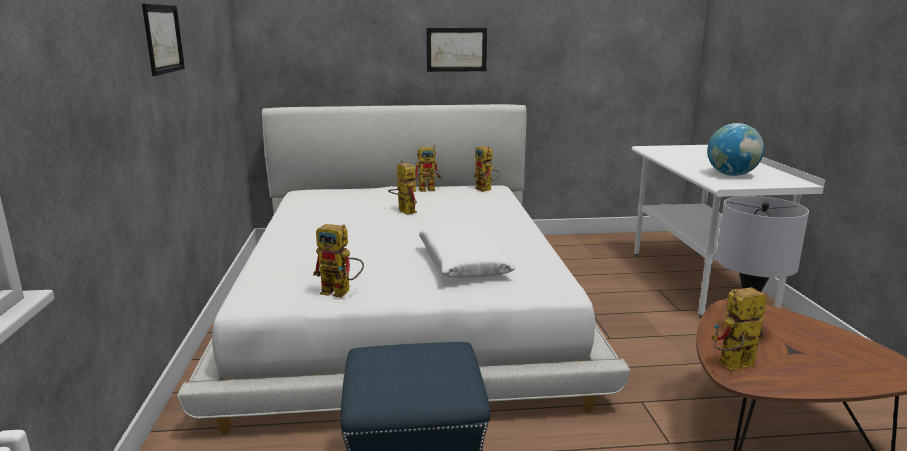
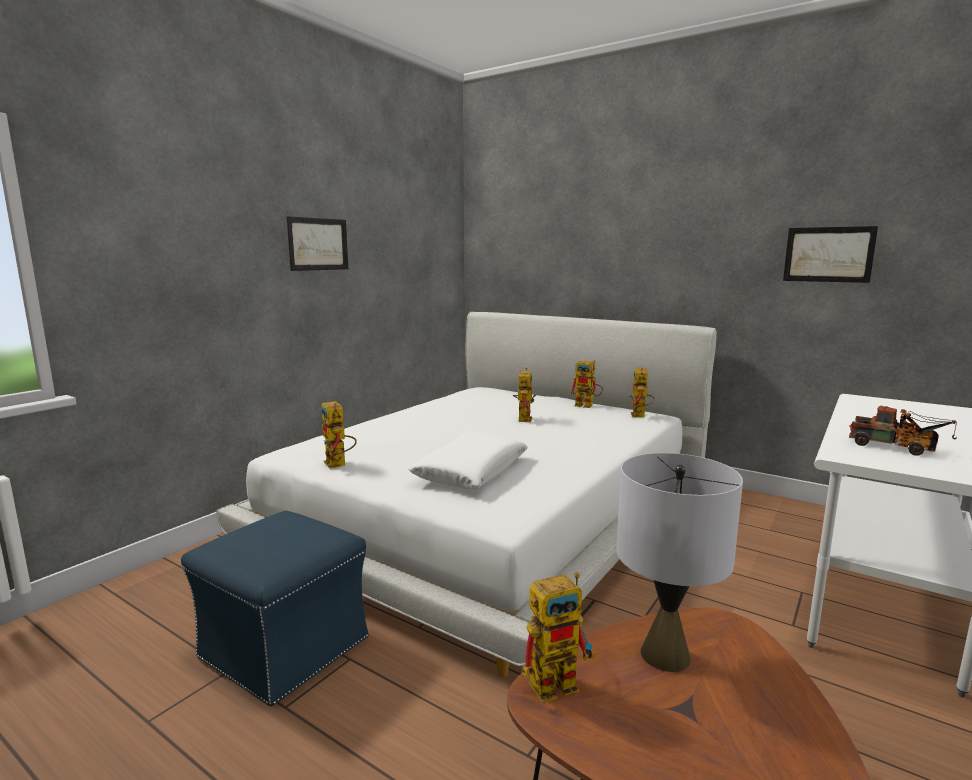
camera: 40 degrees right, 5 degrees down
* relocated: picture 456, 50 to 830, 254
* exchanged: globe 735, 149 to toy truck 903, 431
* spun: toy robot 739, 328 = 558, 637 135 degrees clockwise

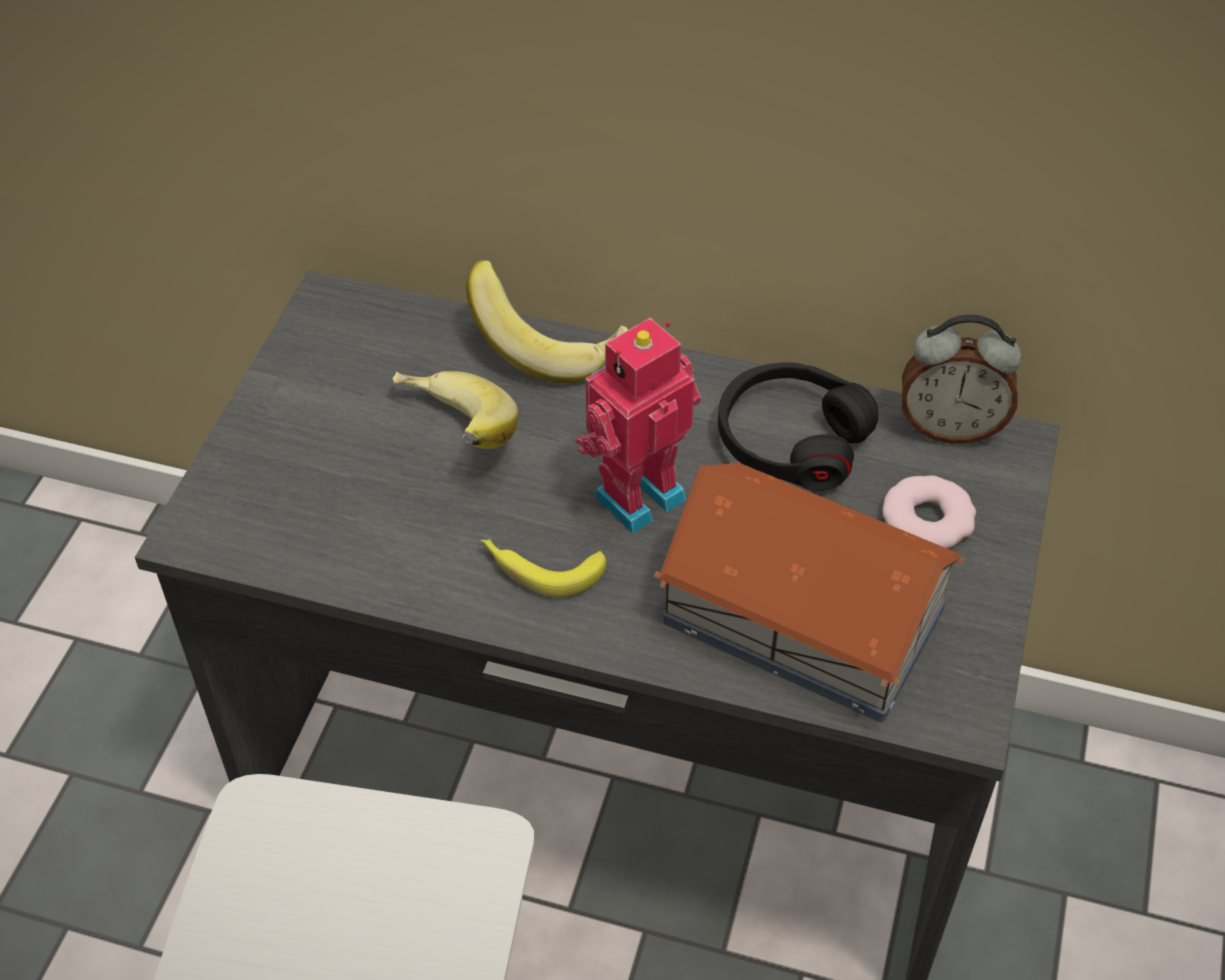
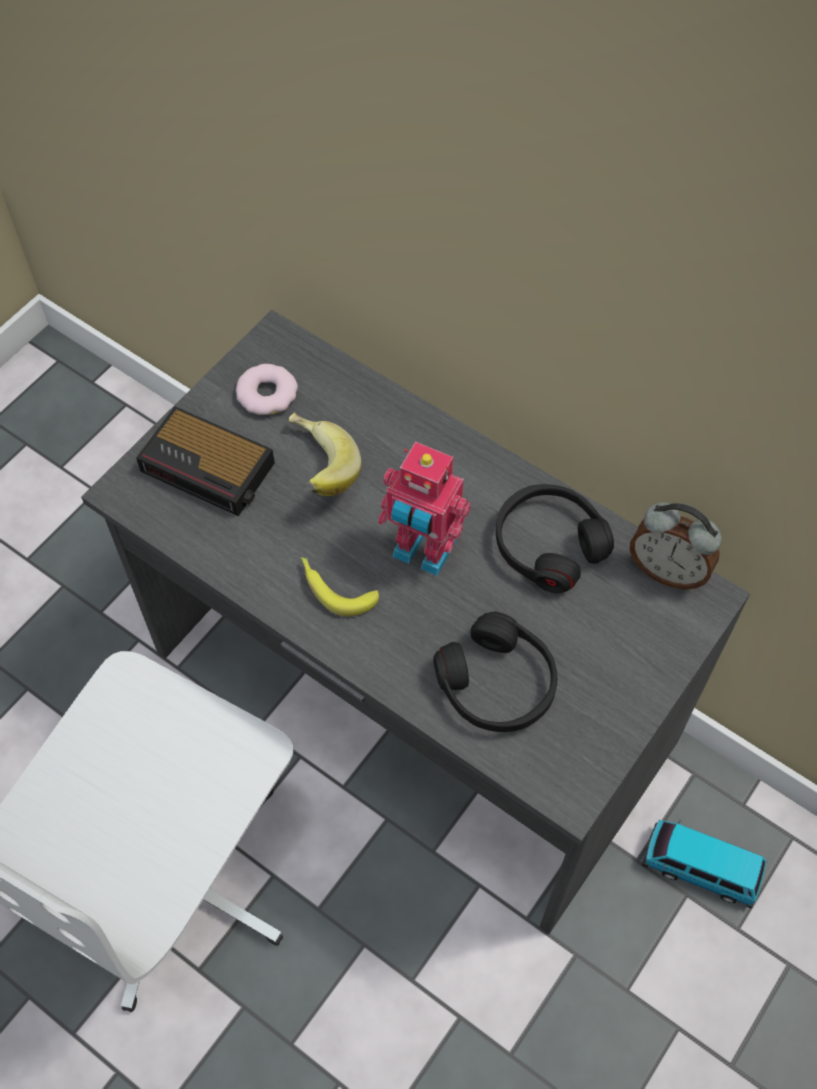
camera: 20 degrees right, 10 degrees up
* missing: banana 547, 321
* appeared: alarm clock 205, 461
* appeared: toy car 704, 864
* relocated: donut 929, 512 to 267, 389
* exchanged: toy house 809, 593 to headphones in black 495, 672
* spun: toy robot 638, 425 = 424, 509 135 degrees counterclockwise

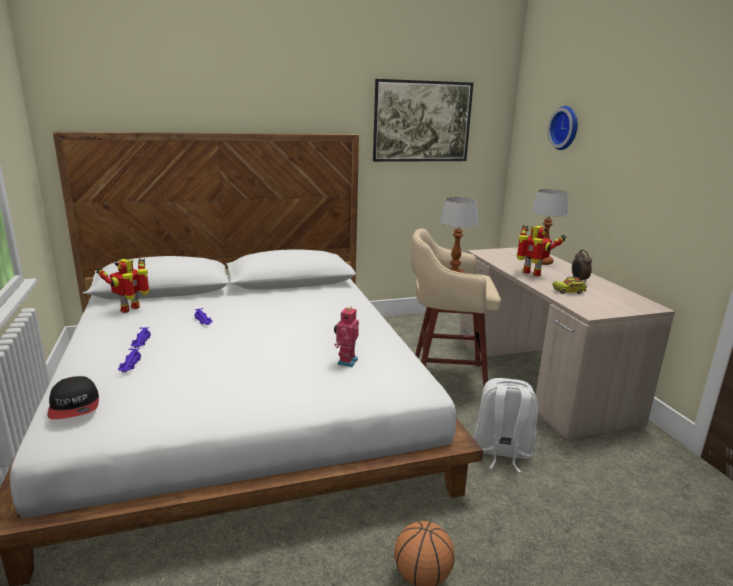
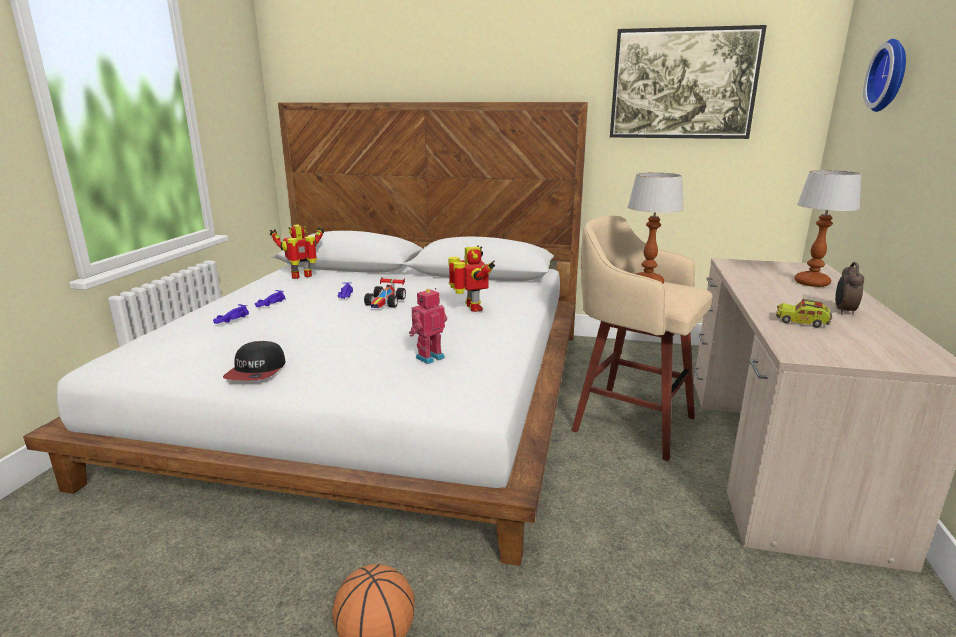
camera: 30 degrees right, 0 degrees up
* missing: backpack in white 505, 425
* appeared: toy car 385, 292
* relocated: cap 73, 397 to 254, 360
* relocated: toy robot 541, 250 to 471, 278

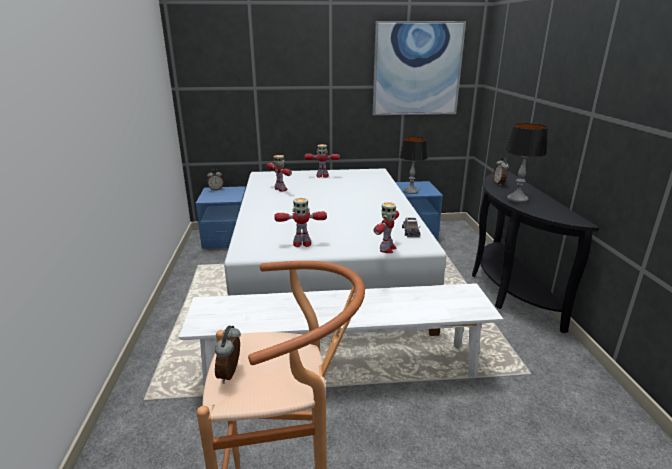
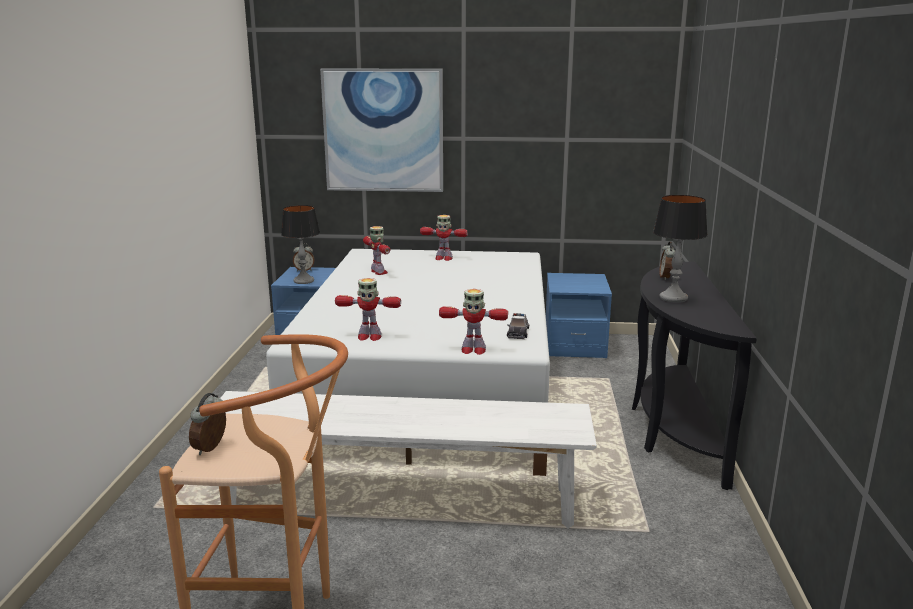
camera: 10 degrees right, 5 degrees down
* relocated: picture 419, 68 to 381, 130
* relocated: table lamp 414, 165 to 300, 244
* spun: toy robot 386, 227 = 473, 322 60 degrees clockwise

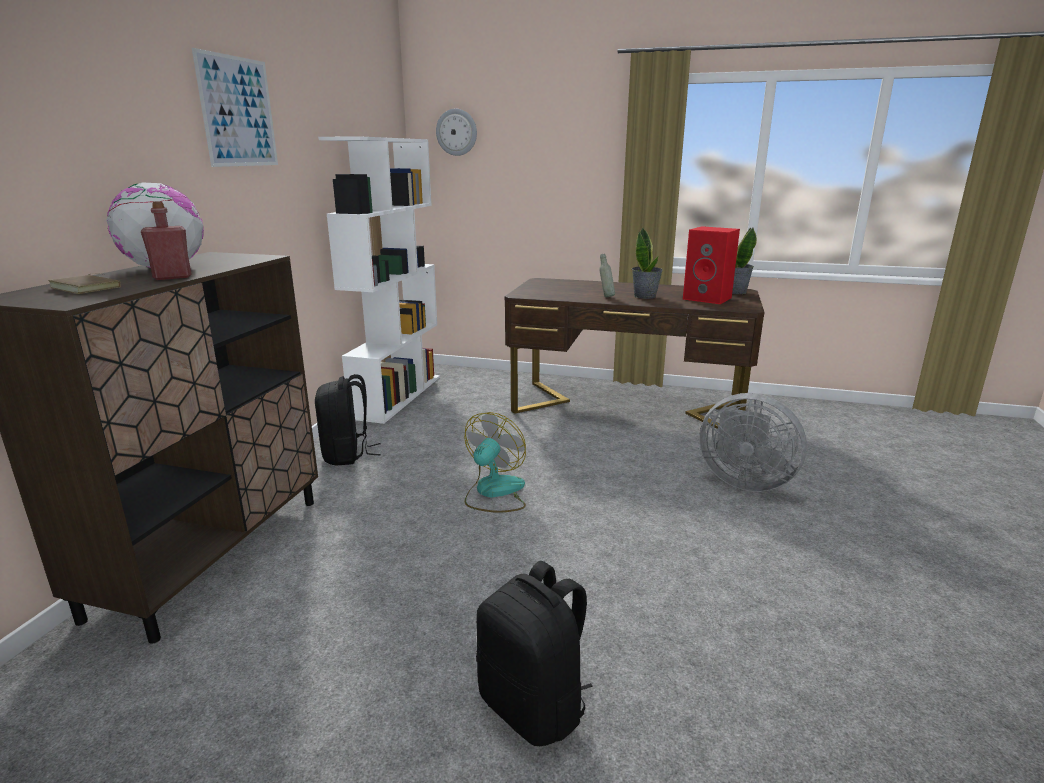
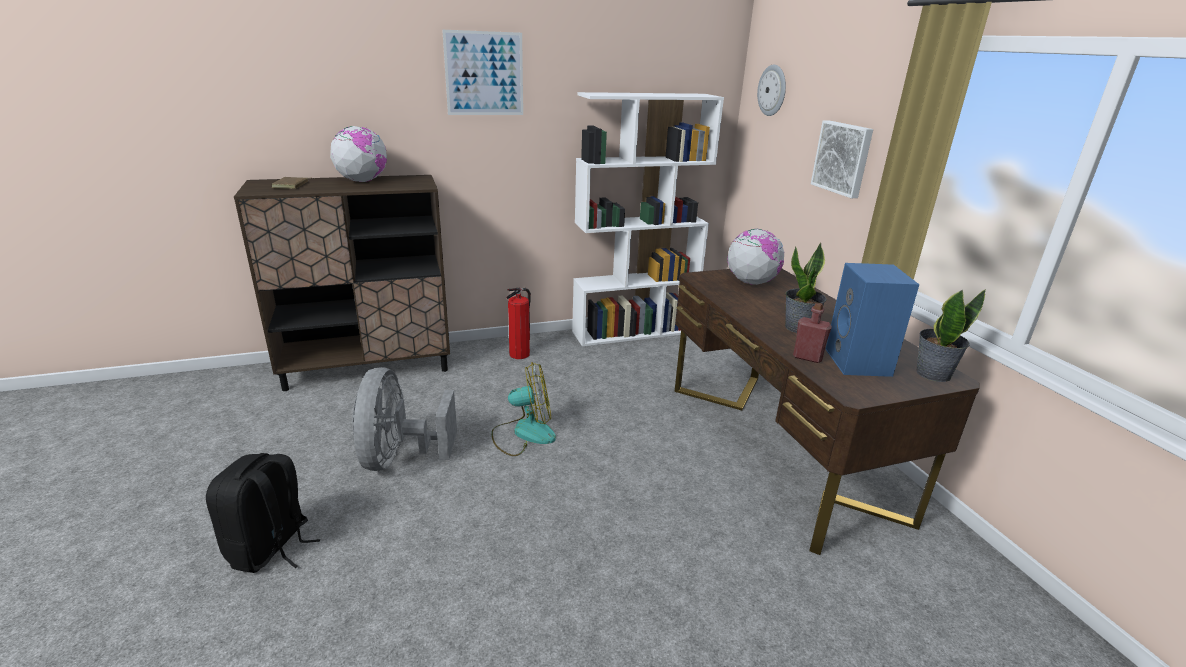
camera: 55 degrees right, 5 degrees up
* missing: bottle in grey 607, 275
* appeared: globe 755, 257
* appeared: picture 842, 159
* relocated: bottle in red 166, 240 to 812, 333
* relocated: fan in grey 753, 442 to 404, 419
* exchanged: backpack in black 348, 419 to fire extinguisher 519, 323
* colour: speaker in red 711, 265 to speaker in blue 872, 320

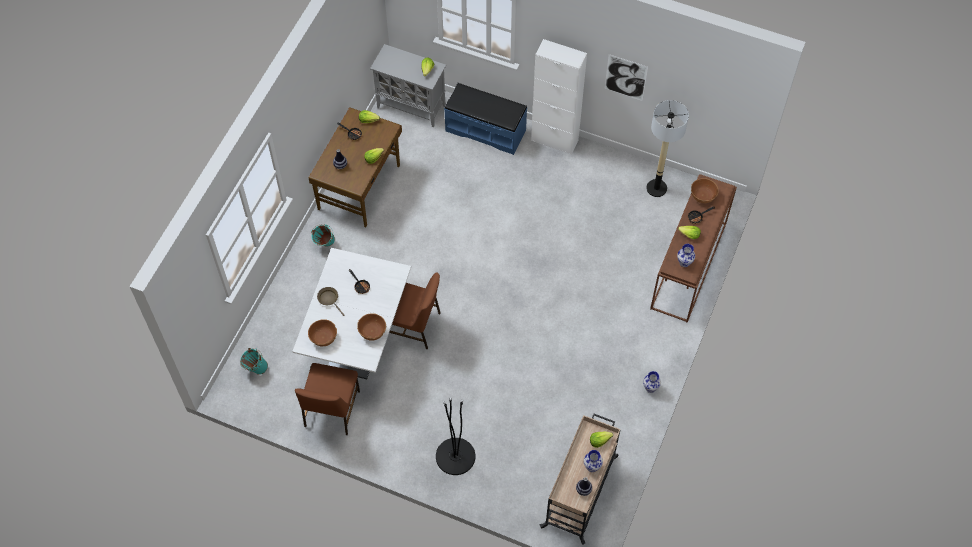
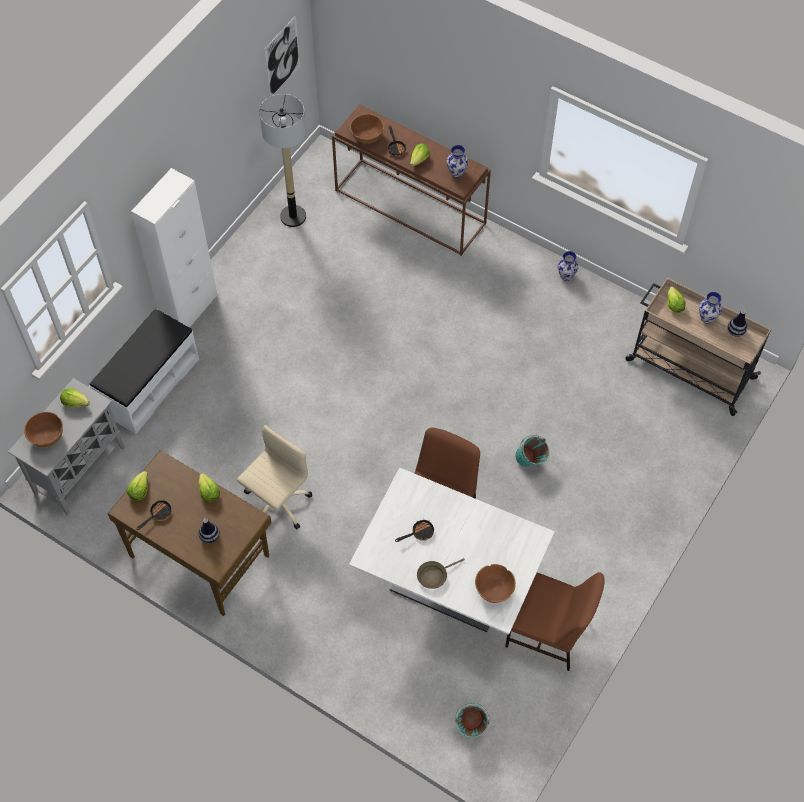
camera: 80 degrees left, 0 degrees up
* missing: floor lamp in black 455, 436
* appeared: office chair in beige 274, 477
* relocated: bucket in turquoise 323, 235 to 532, 451
* relocated: bowl in brown 371, 327 to 43, 429
* relocated: picture 626, 77 to 282, 56
* colour: bench in blue 485, 119 to bench in white 144, 371

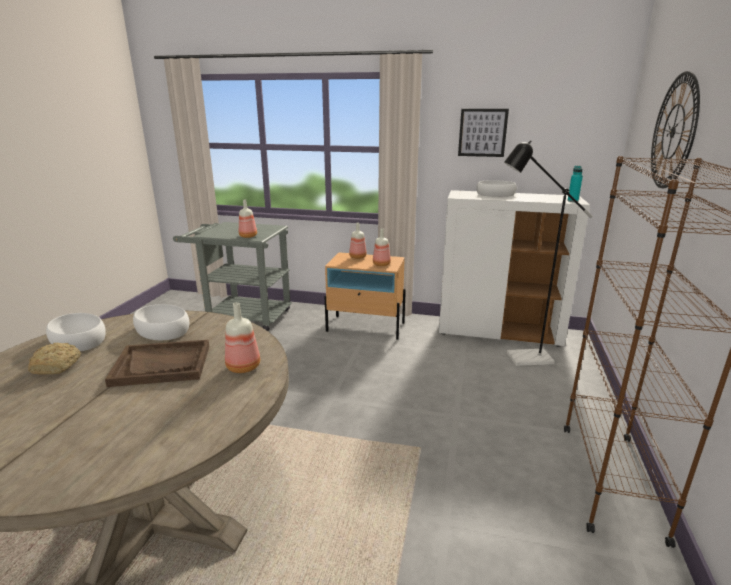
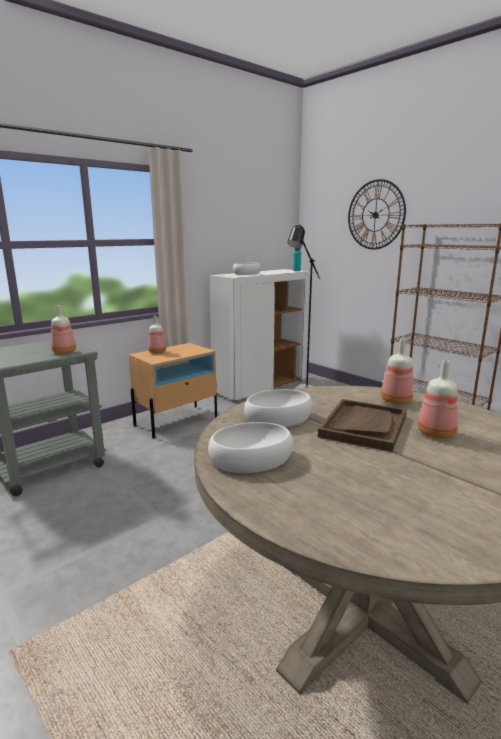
camera: 55 degrees left, 5 degrees down
* missing: bread 54, 358
* missing: picture 483, 133
* relocated: bottle 382, 247 to 438, 399

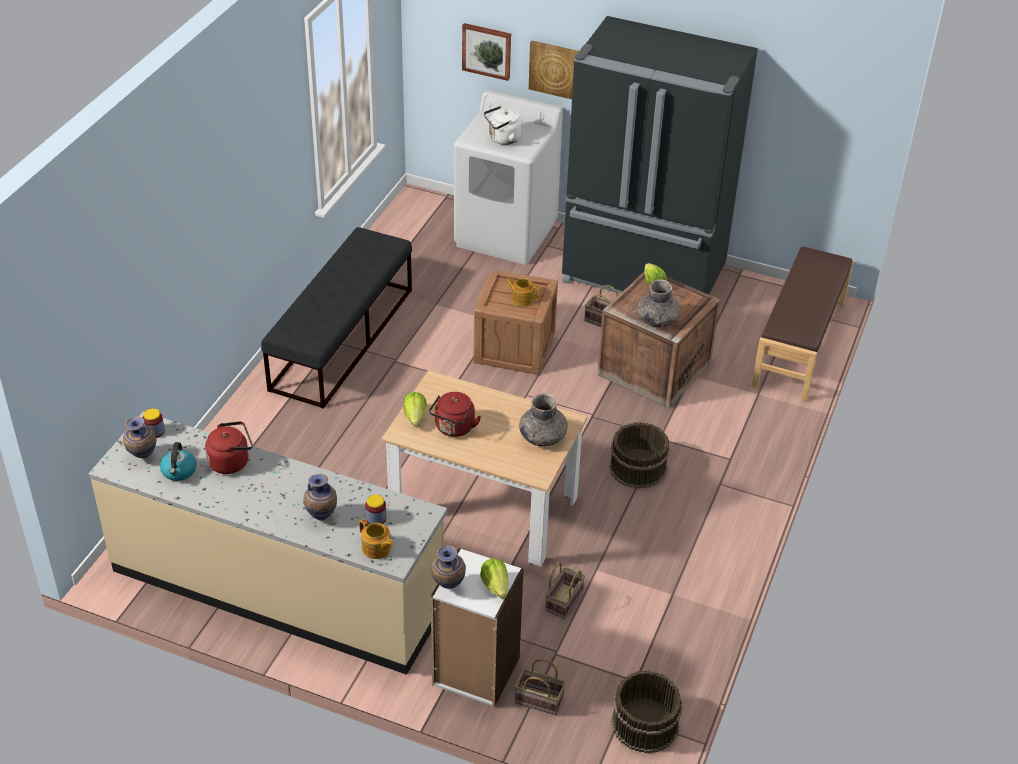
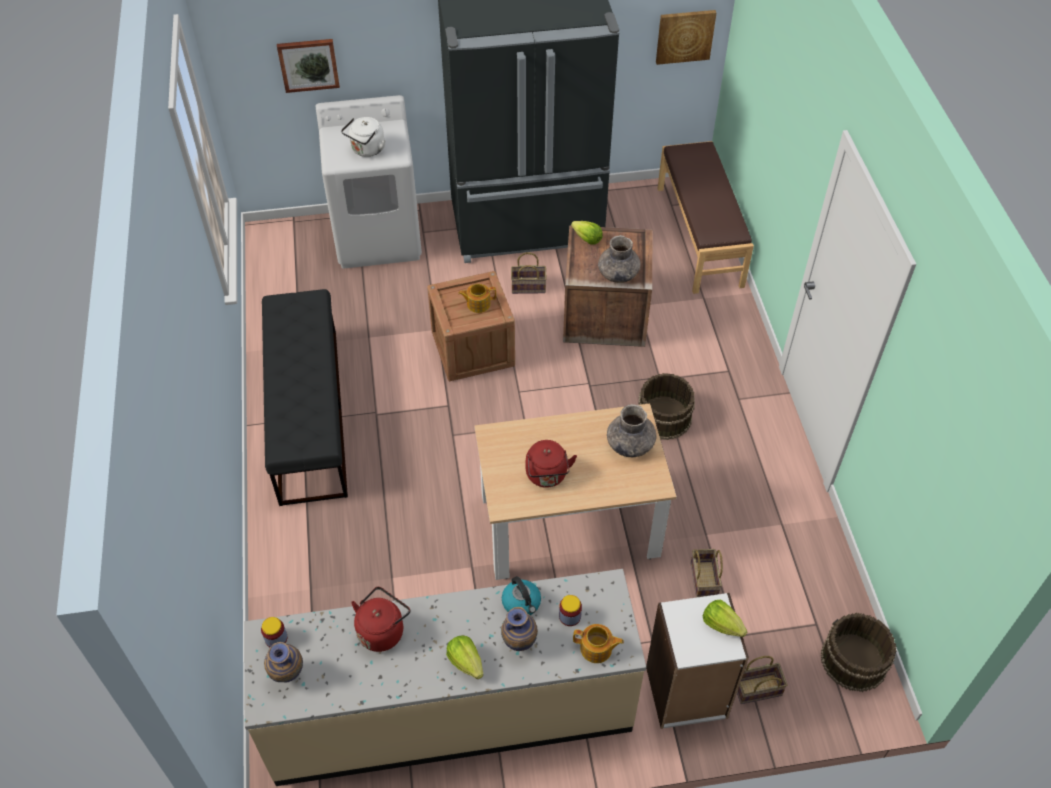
camera: 30 degrees left, 10 degrees up
* missing: vase 448, 567
* relocated: kettle 178, 461 to 521, 595
* relocated: lettuce 415, 409 to 464, 657
* relocated: picture 554, 69 to 686, 37

